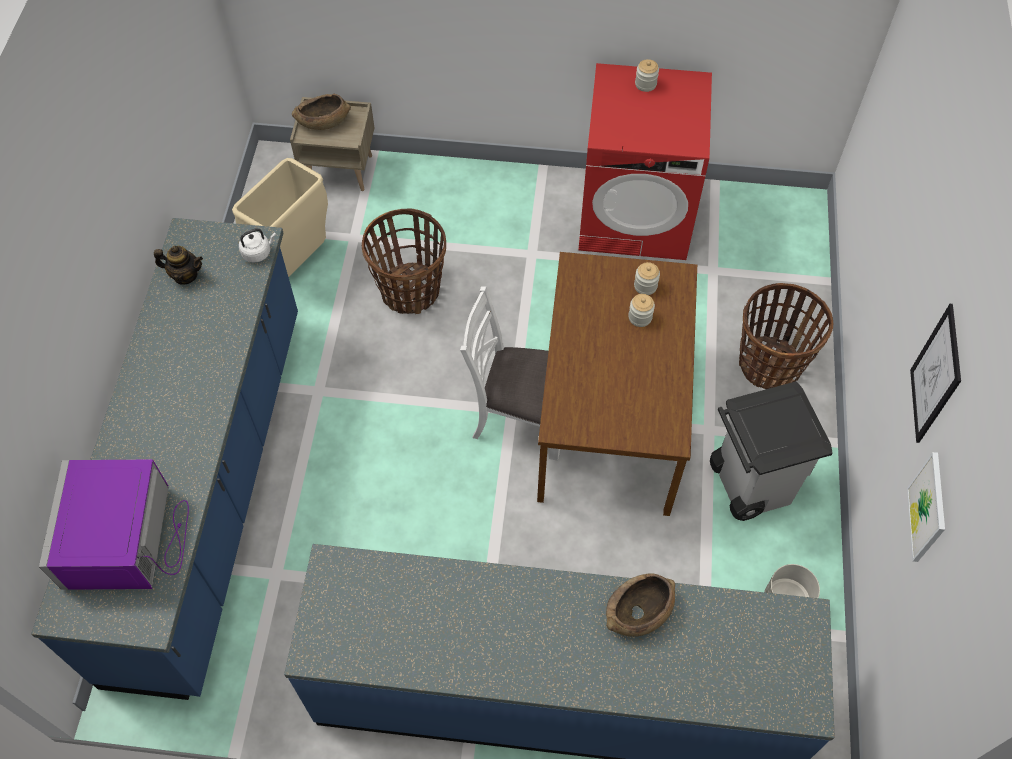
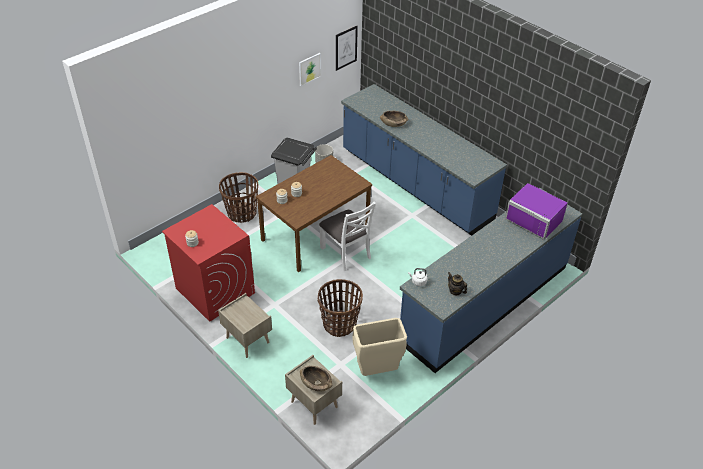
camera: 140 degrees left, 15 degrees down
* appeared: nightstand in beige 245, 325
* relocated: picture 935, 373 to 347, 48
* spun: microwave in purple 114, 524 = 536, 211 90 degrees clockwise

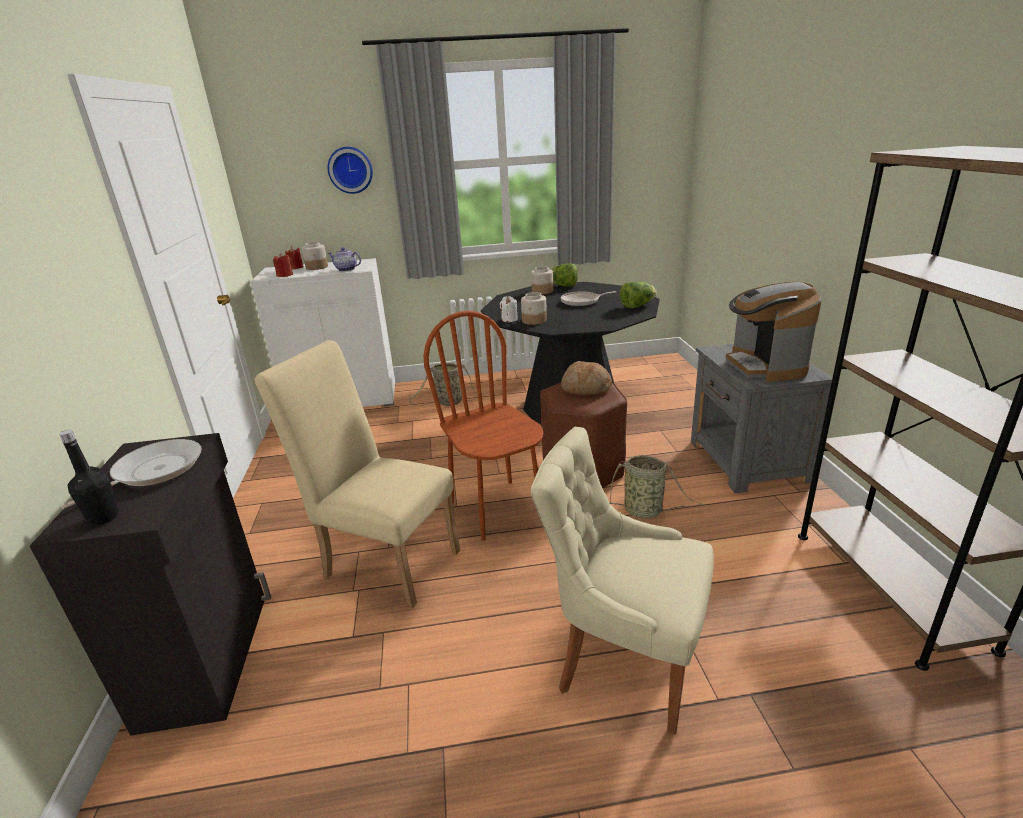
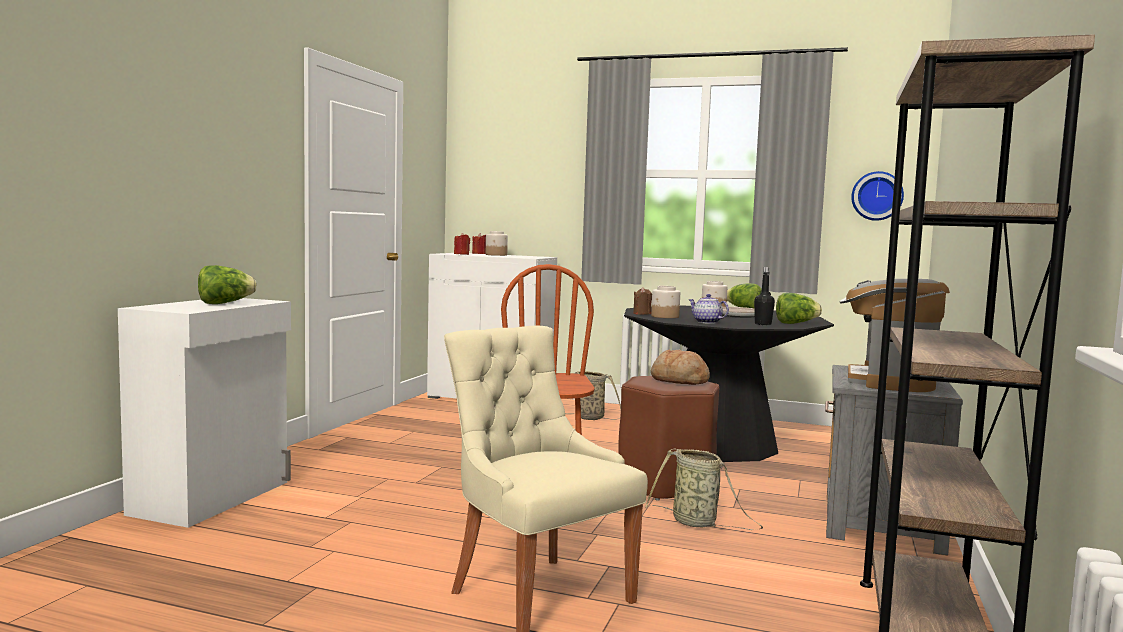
camera: 25 degrees right, 20 degrees down
* missing: chair in beige 357, 474
* relocated: bottle in black 89, 477 to 764, 296
* relocated: wall clock 350, 170 to 877, 196
* relocated: teapot 344, 259 to 709, 309
* exchanged: frying pan 131, 474 to lettuce 227, 284
* colour: cabinet in black 150, 584 to cabinet in white 204, 413
* colour: candle in white 509, 309 to candle in brown 642, 301

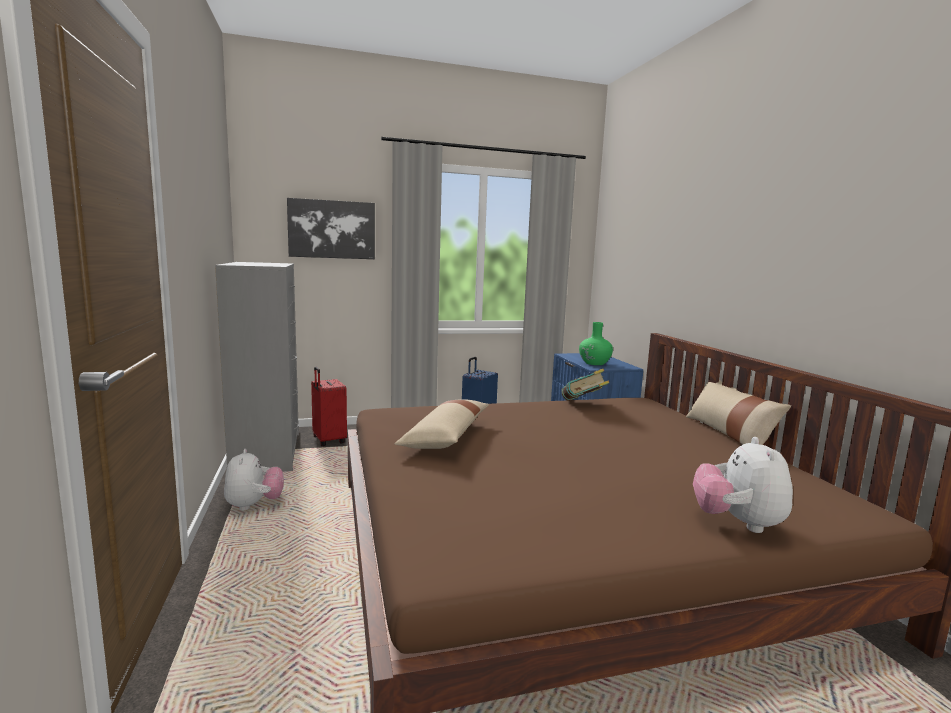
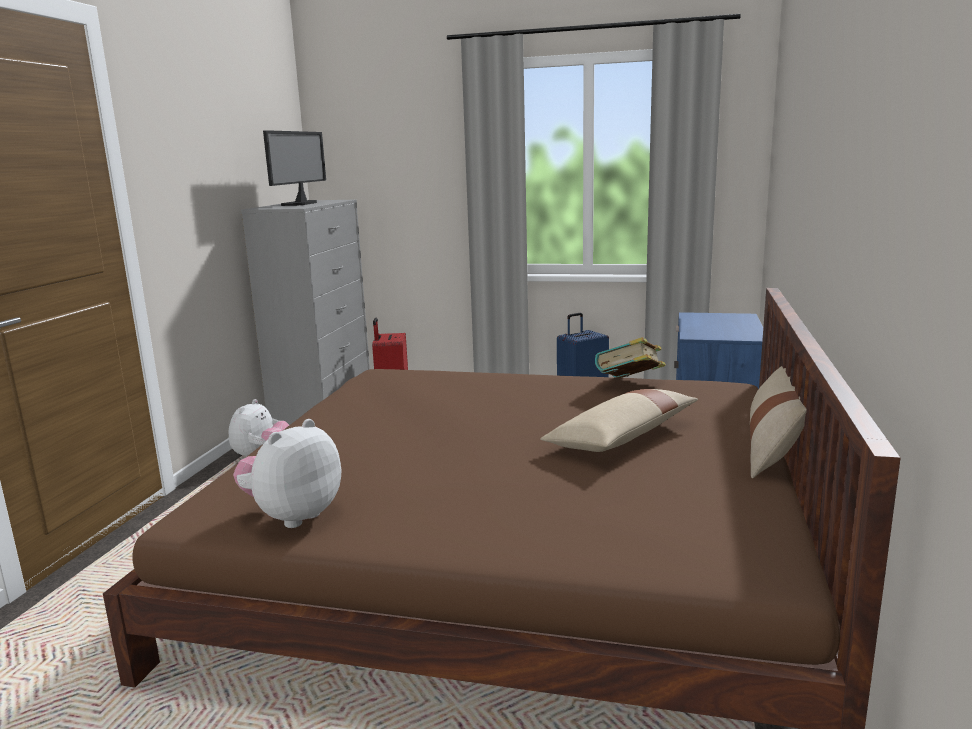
camera: 30 degrees right, 5 degrees up
* missing: picture 331, 228
* missing: vase in green 596, 343
* appeared: monitor 294, 168
* relocated: pillow in beige 442, 424 to 619, 420
* relocated: plush toy 743, 485 to 287, 473

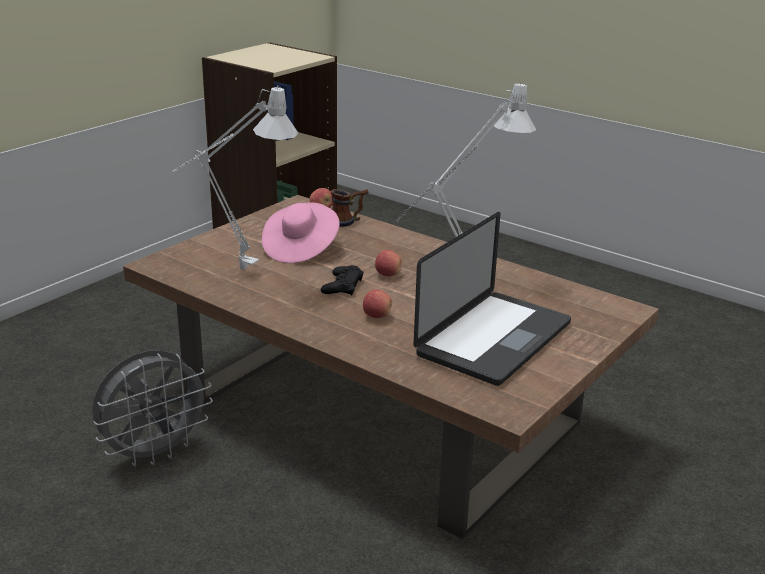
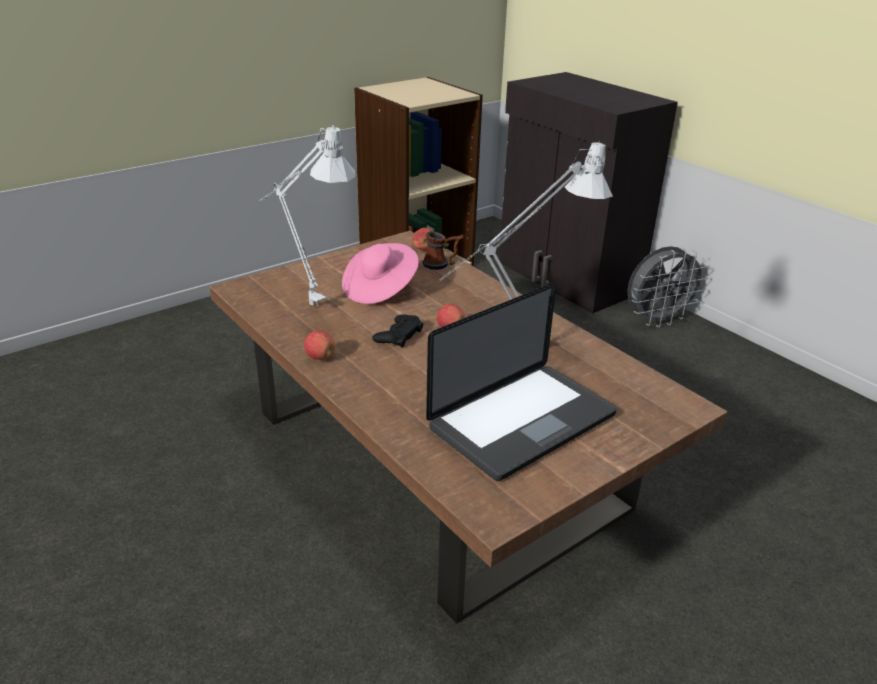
camera: 15 degrees right, 5 degrees up
* appeared: cabinet in black 588, 192
* relocated: fan in grey 152, 408 to 667, 286
* relocated: apple 377, 303 to 319, 345

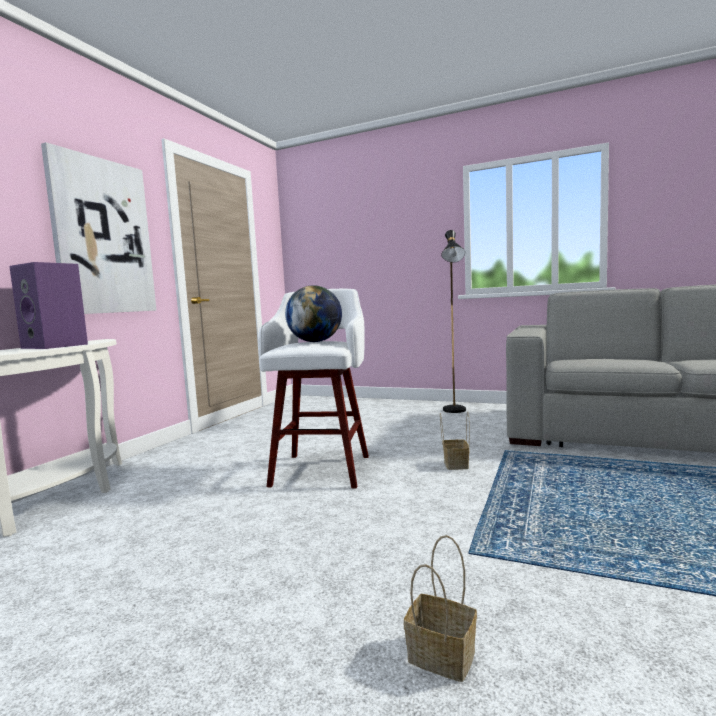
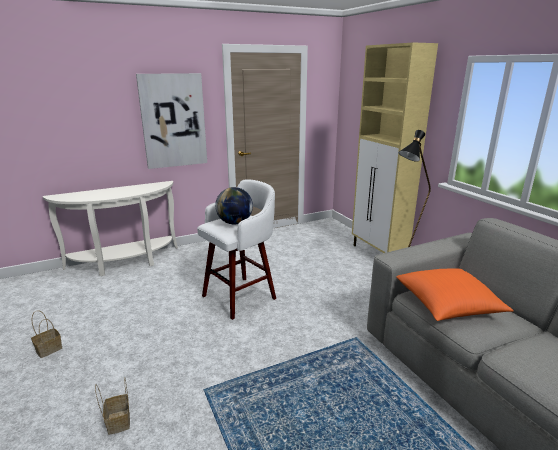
camera: 40 degrees right, 15 degrees up
* missing: speaker in purple 48, 305
* appeared: cabinet in beige 395, 147
* appeared: pillow in orange 454, 294
* relocated: basket 455, 441 to 46, 334

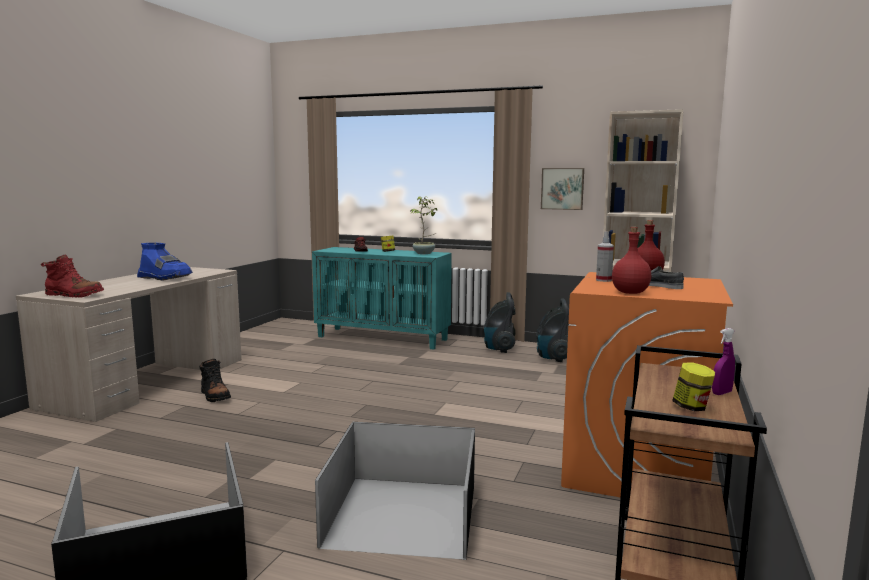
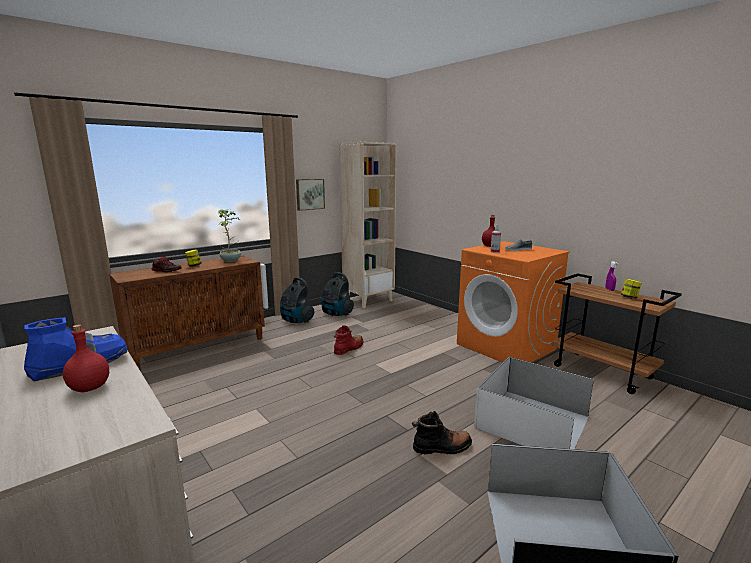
camera: 60 degrees left, 5 degrees up
* relocated: boot in red 72, 276 to 349, 340
* relocated: boot in black 215, 380 to 442, 433
* relocated: bottle in red 631, 260 to 86, 358
* colour: cabinet in turquoise 382, 298 to cabinet in brown 187, 313
* colour: storage box in black 395, 491 to storage box in white 534, 402

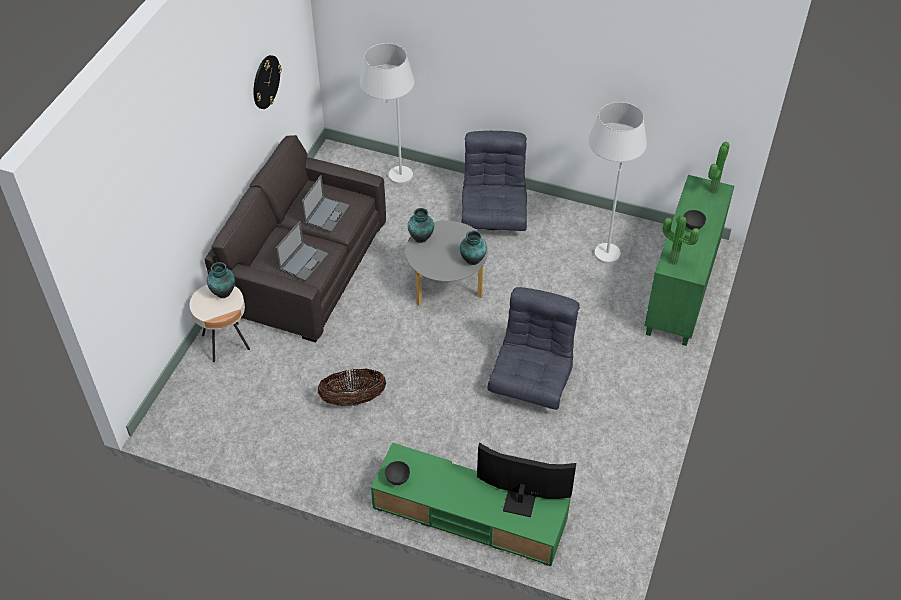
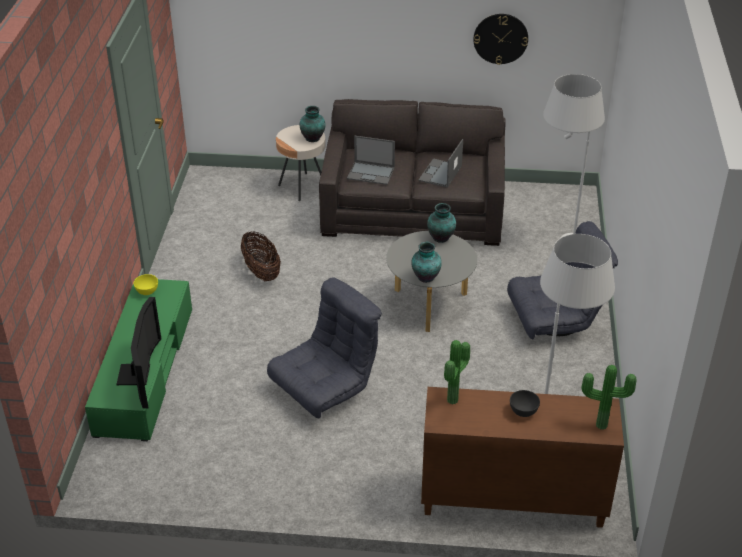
camera: 75 degrees right, 10 degrees down
* colour: bowl in grey 397, 473 to bowl in yellow 146, 284
* colour: cabinet in green 689, 260 to cabinet in brown 522, 457
* spun: laptop 326, 203 = 440, 163 105 degrees clockwise
* spun: armchair in grey 533, 348 = 324, 348 45 degrees counterclockwise

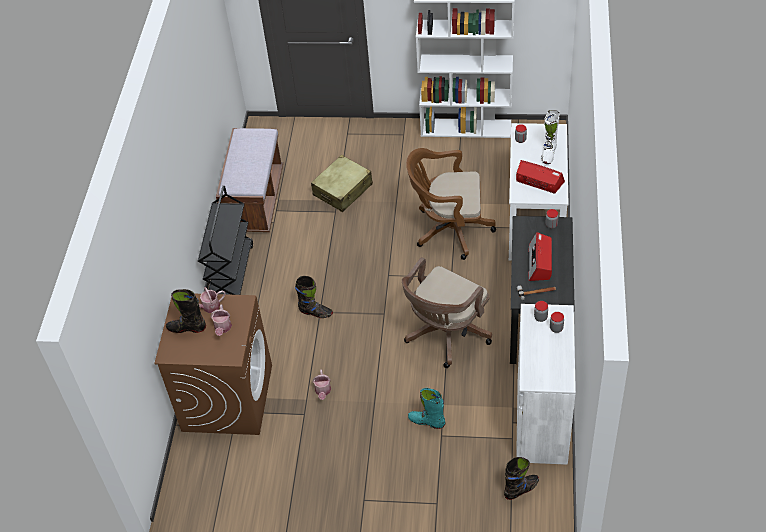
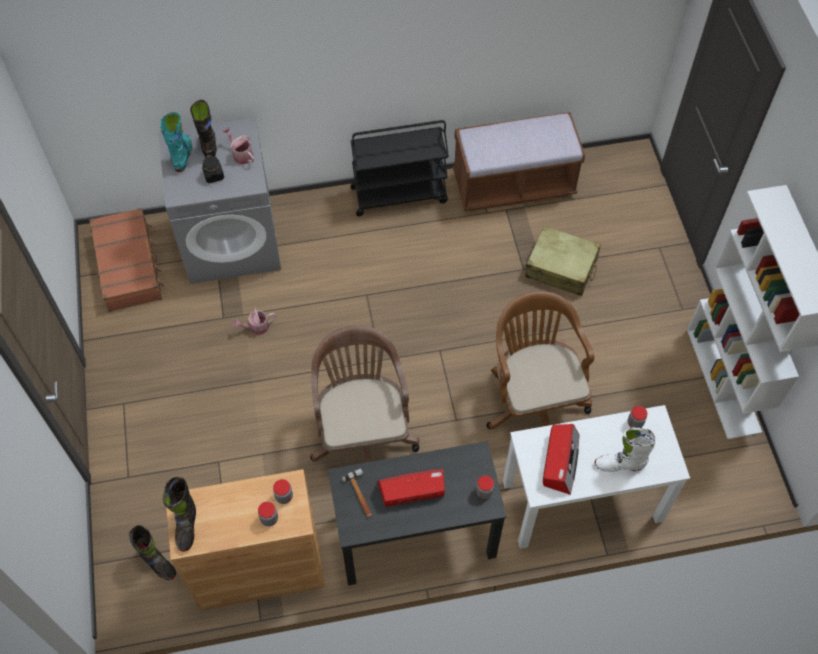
camera: 70 degrees right, 10 degrees up
* appeared: suitcase in brown 126, 260
* relocated: boot in black 314, 297 to 179, 514
* relocated: boot in turquoise 426, 408 to 176, 142
* exchanged: watering can 221, 320 to jar in black 213, 169
* colour: washing machine in brown 213, 364 to washing machine in grey 219, 201
* colour: cabinet in white 546, 384 to cabinet in brown 245, 540
* spun: office chair in brown 447, 312 = 365, 393 60 degrees clockwise

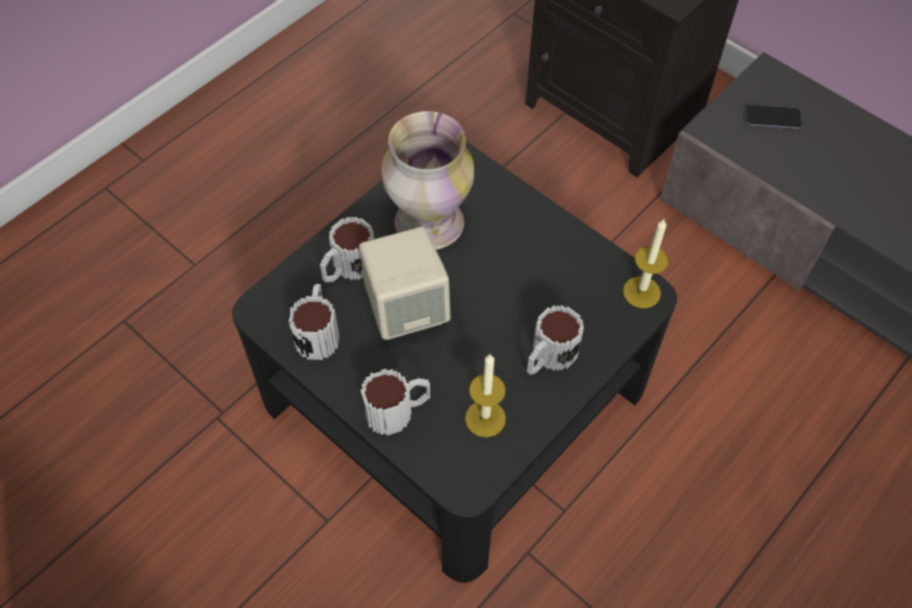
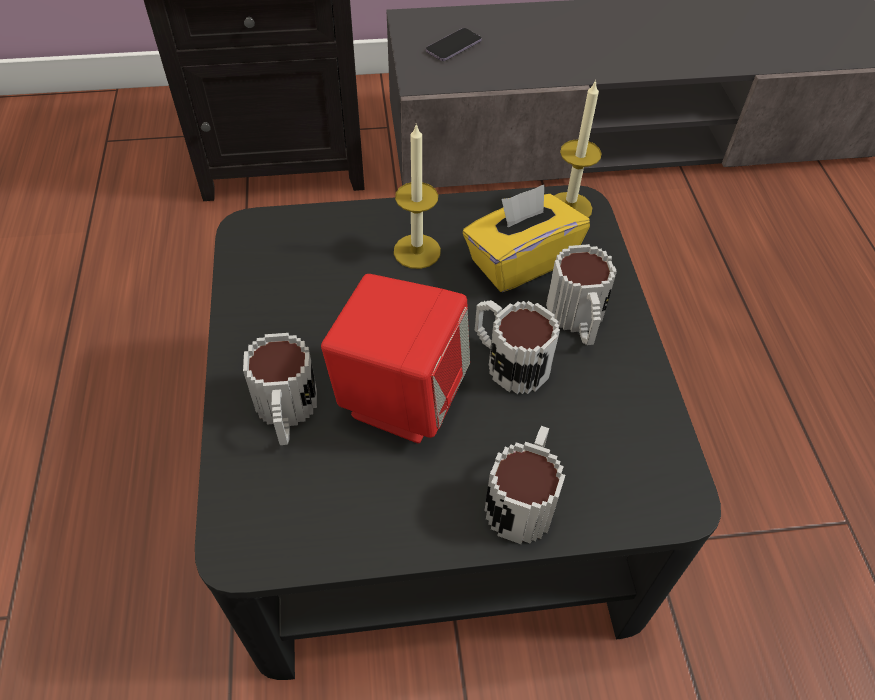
camera: 50 degrees left, 5 degrees down
* missing: vase 427, 180
* appeared: tissue box in yellow 526, 238
* relocated: mug 314, 322 to 517, 347
* relocated: candle 485, 395 to 417, 196
* colour: speaker in beige 405, 283 to speaker in red 395, 358

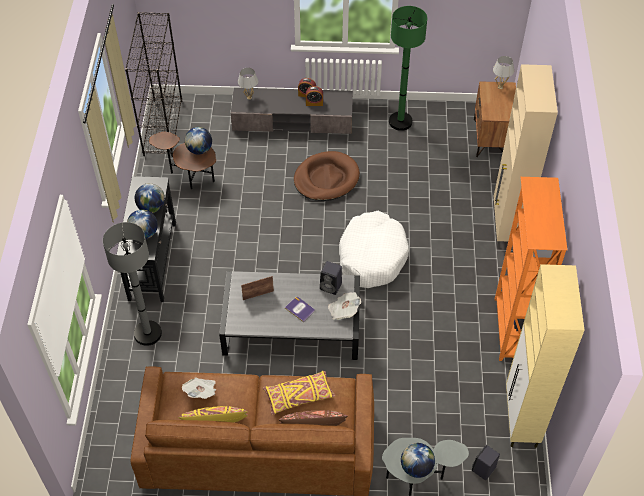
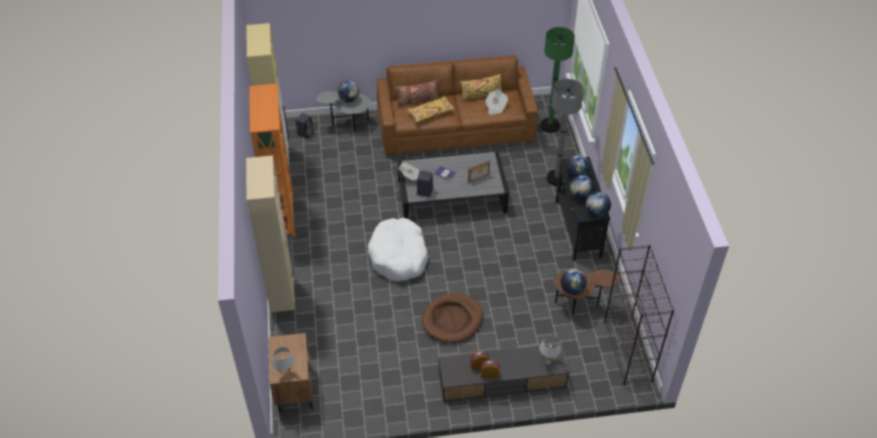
camera: 170 degrees right, 5 degrees down
* appeared: globe 598, 204
* relocated: floor lamp in green 408, 68 to 557, 80

